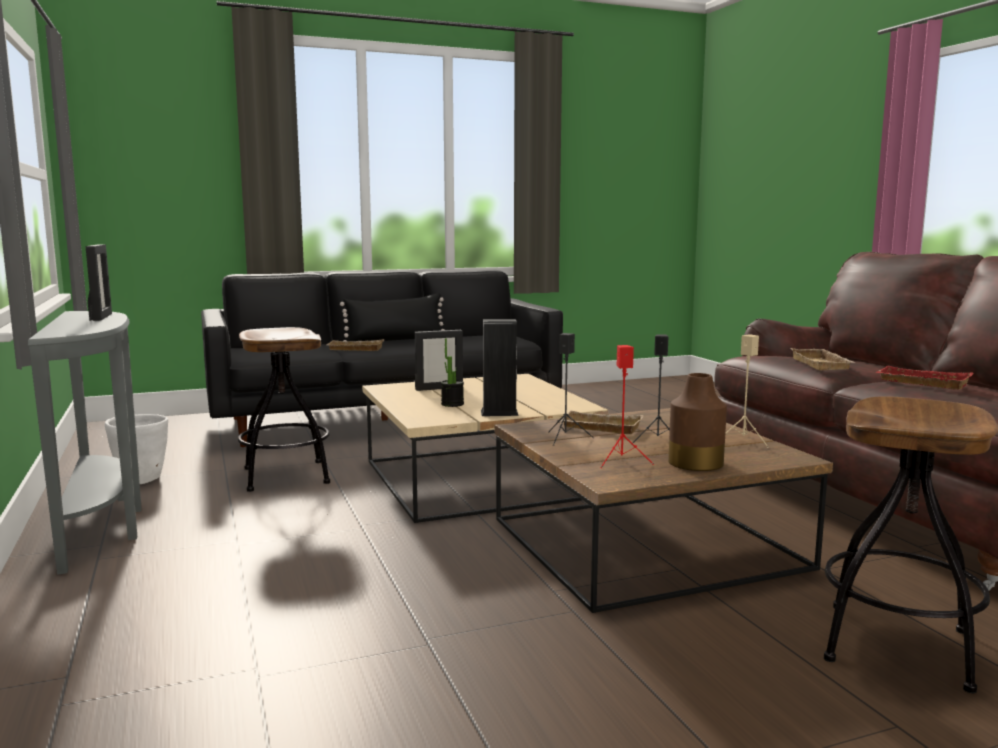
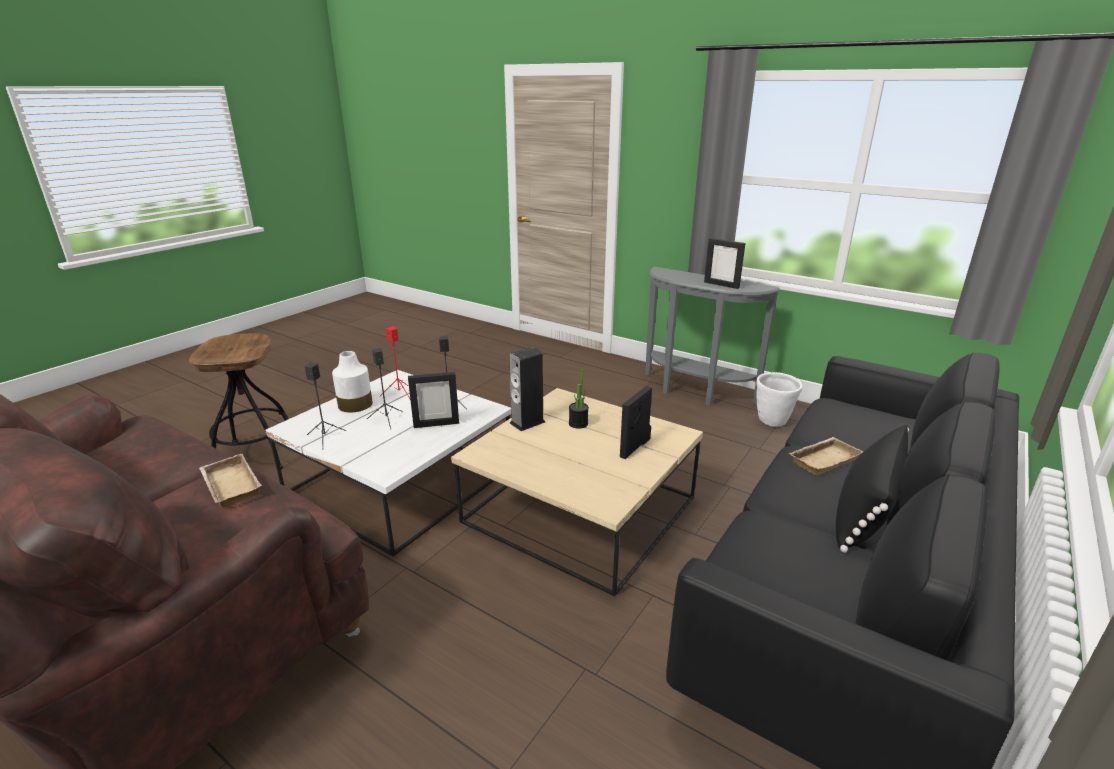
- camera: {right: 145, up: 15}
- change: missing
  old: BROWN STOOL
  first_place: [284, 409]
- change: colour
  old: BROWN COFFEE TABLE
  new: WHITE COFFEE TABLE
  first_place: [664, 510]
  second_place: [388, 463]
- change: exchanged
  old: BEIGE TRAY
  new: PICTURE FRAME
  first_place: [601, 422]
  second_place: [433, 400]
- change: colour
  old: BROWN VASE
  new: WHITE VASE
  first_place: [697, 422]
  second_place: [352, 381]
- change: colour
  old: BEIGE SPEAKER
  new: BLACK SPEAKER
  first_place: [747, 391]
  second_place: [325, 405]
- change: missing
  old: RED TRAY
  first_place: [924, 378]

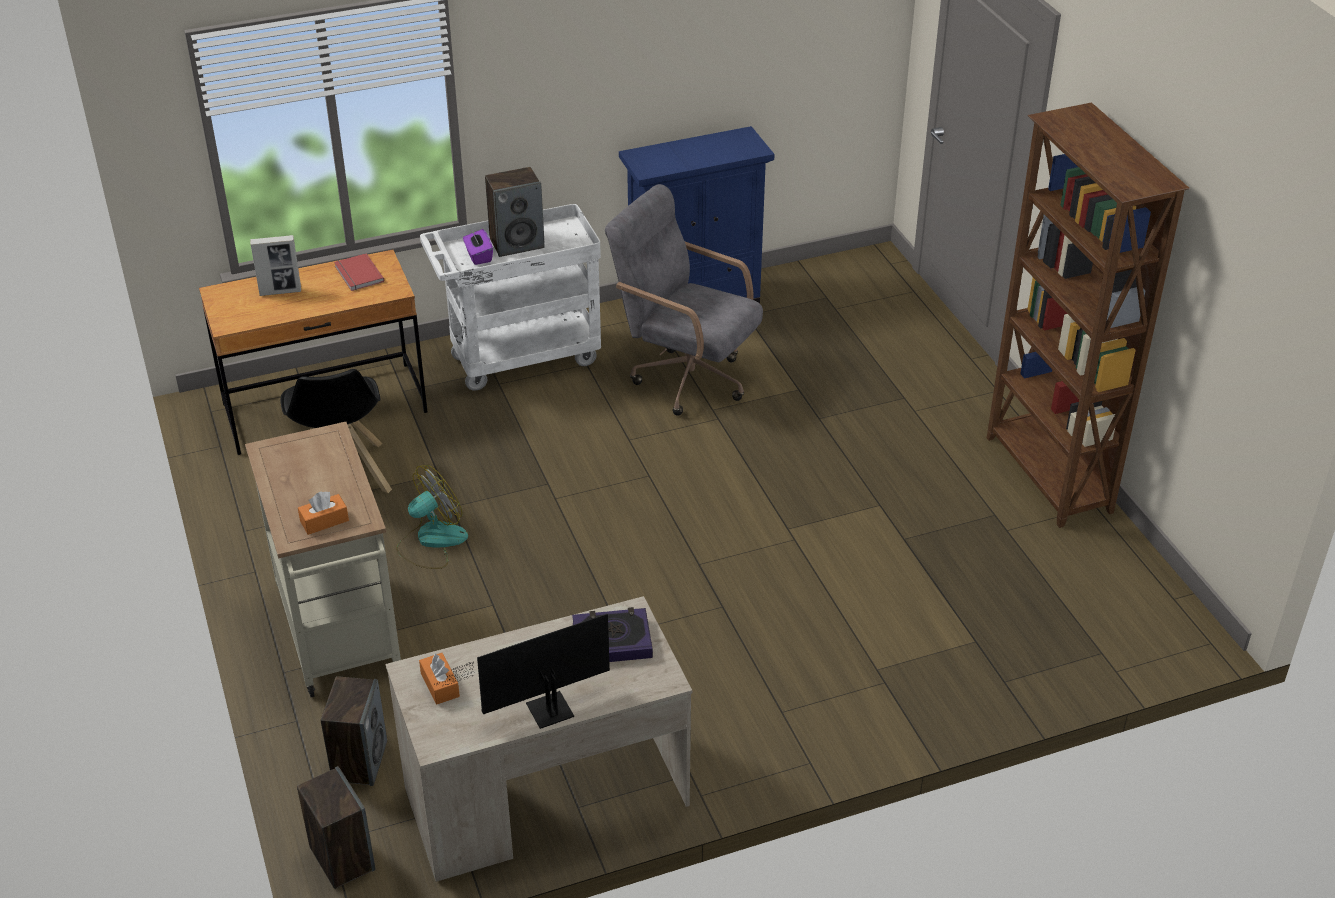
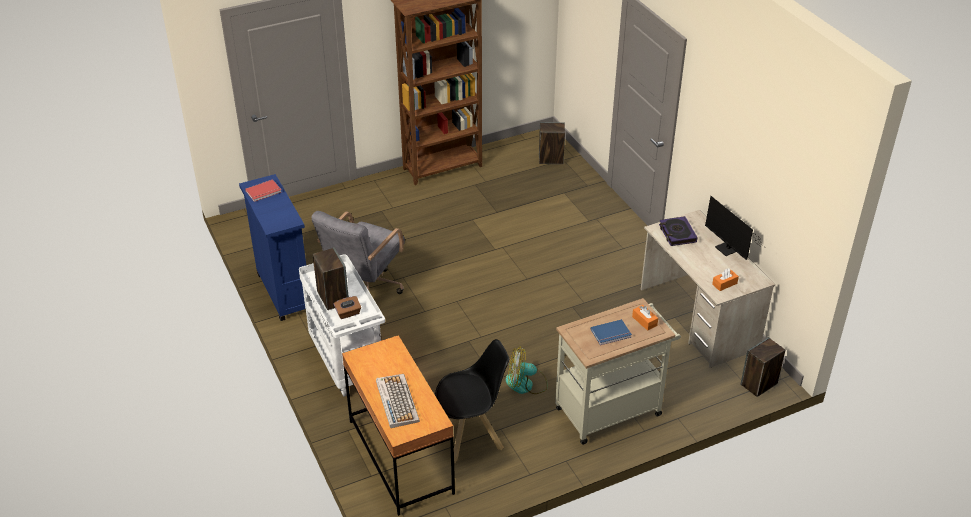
- camera: {right: -95, up: 0}
- change: exchanged
  old: PICTURE FRAME
  new: KEYBOARD
  first_place: [275, 265]
  second_place: [398, 401]
- change: relocated
  old: SPEAKER
  first_place: [354, 731]
  second_place: [552, 143]
- change: relocated
  old: RED BOOK
  first_place: [359, 272]
  second_place: [263, 190]
- change: spun
  old: FAN
  first_place: [432, 517]
  second_place: [527, 370]
  degrees: -45
- change: colour
  old: PURPLE TISSUE BOX
  new: BROWN TISSUE BOX
  first_place: [478, 247]
  second_place: [347, 307]
- change: appeared
  new: BLUE BOOK
  second_place: [611, 332]

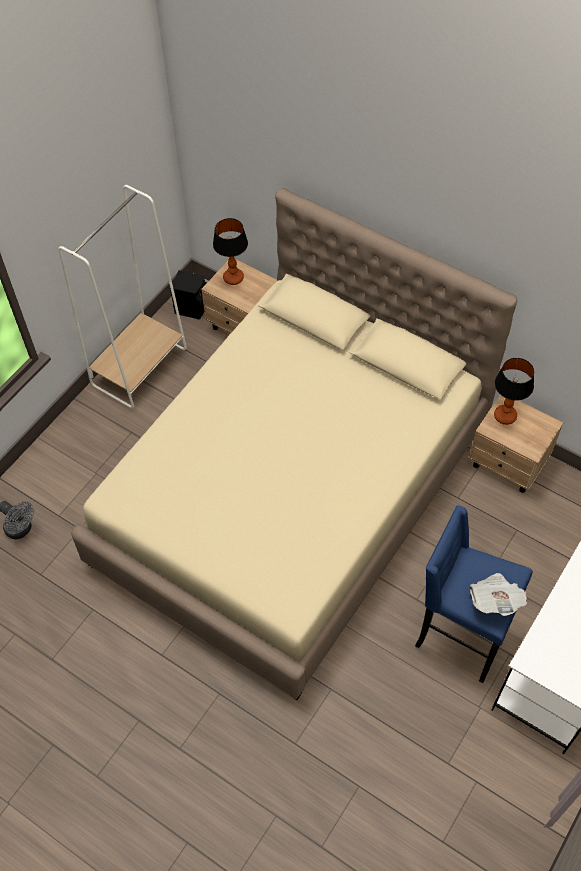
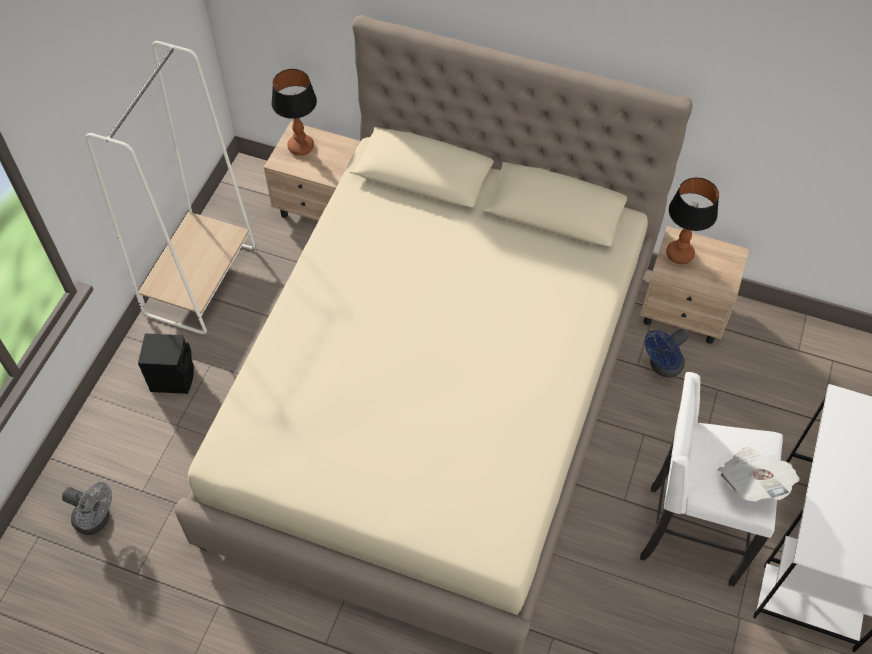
- camera: {right: -15, up: 0}
- change: relocated
  old: BLACK SPEAKER
  first_place: [188, 295]
  second_place: [166, 363]
- change: colour
  old: BLUE STOOL
  new: WHITE STOOL
  first_place: [474, 594]
  second_place: [711, 479]
- change: appeared
  new: BLUE FAN
  second_place: [667, 353]

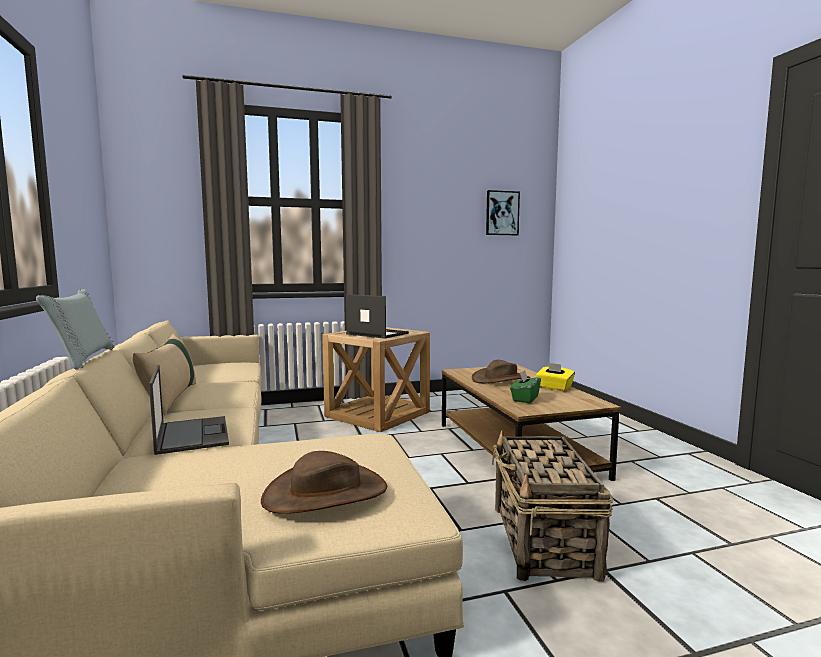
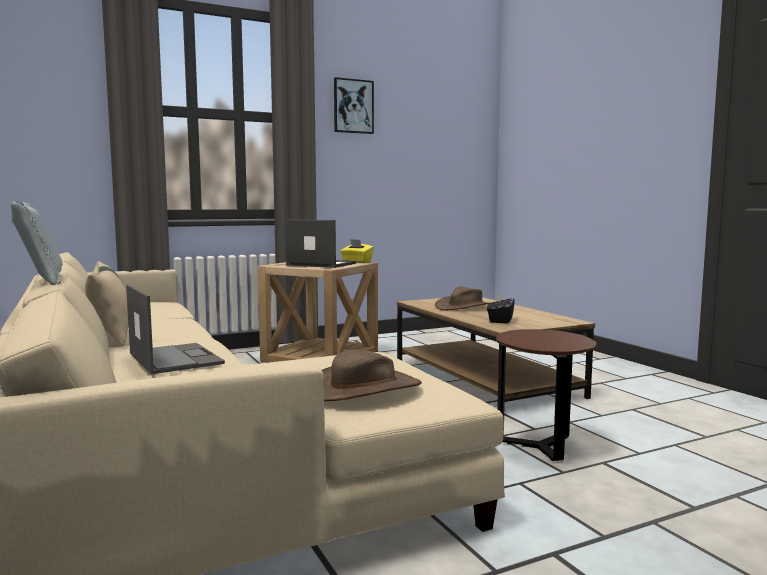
- camera: {right: -10, up: 0}
- change: relocated
  old: PICTURE
  first_place: [503, 212]
  second_place: [354, 105]
- change: exchanged
  old: BASKET
  new: BROWN SIDE TABLE
  first_place: [552, 505]
  second_place: [546, 395]
- change: colour
  old: GREEN TISSUE BOX
  new: BLACK TISSUE BOX
  first_place: [525, 386]
  second_place: [501, 307]
- change: relocated
  old: YELLOW TISSUE BOX
  first_place: [555, 376]
  second_place: [357, 251]

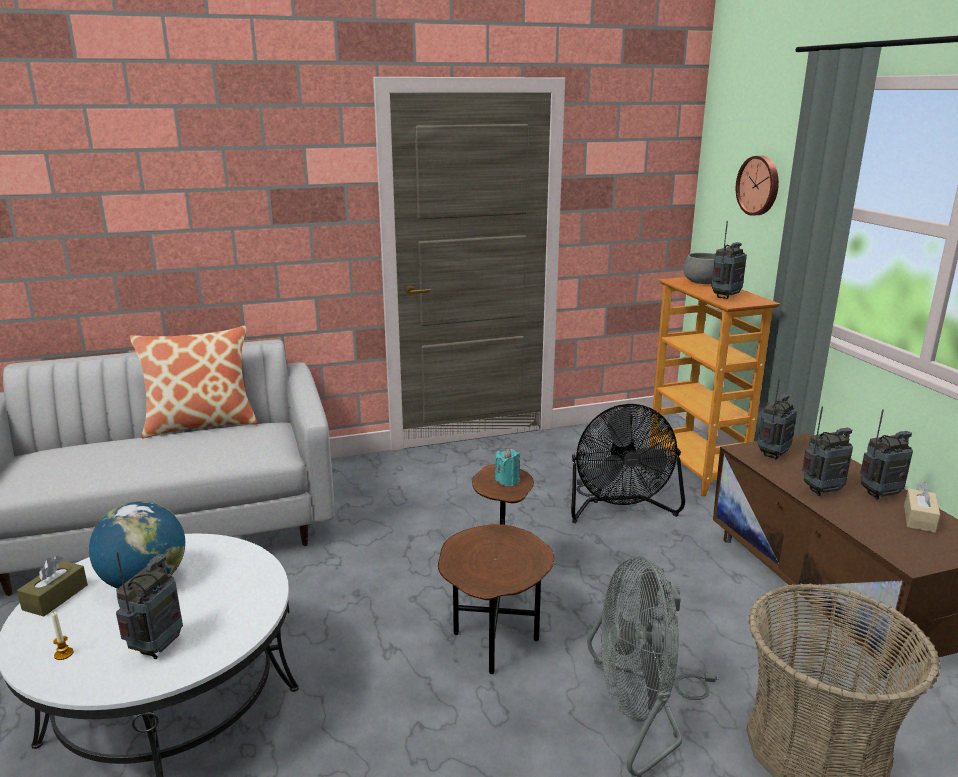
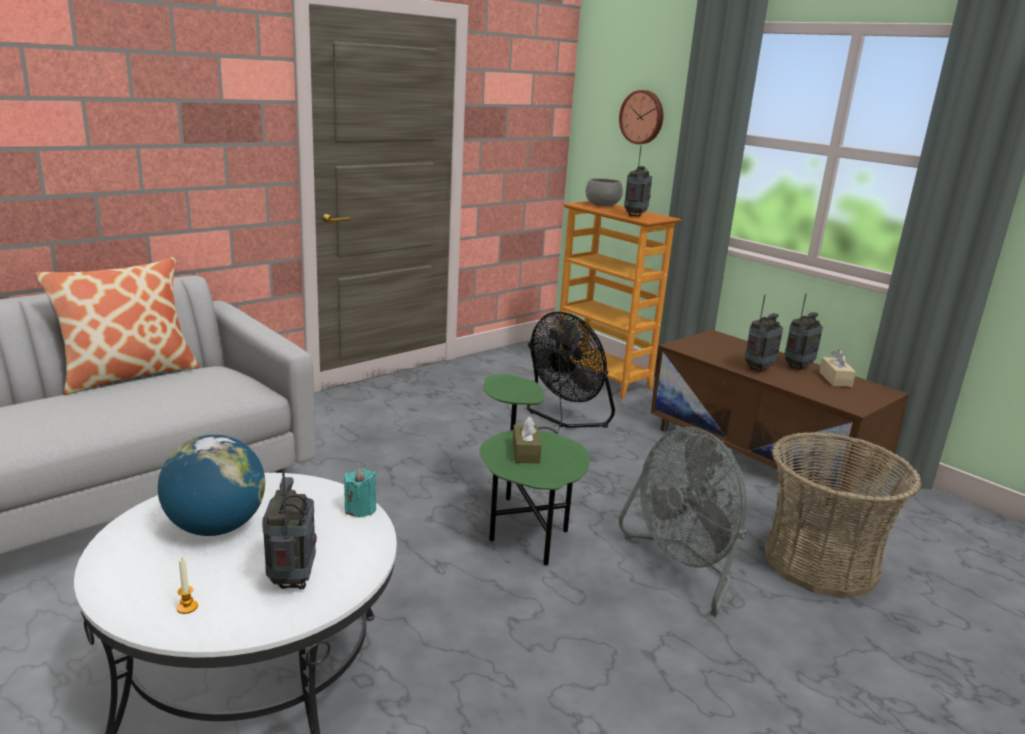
- camera: {right: -25, up: 0}
- change: relocated
  old: BROWN TISSUE BOX
  first_place: [52, 586]
  second_place: [527, 439]
- change: colour
  old: BROWN SIDE TABLE
  new: GREEN SIDE TABLE
  first_place: [496, 569]
  second_place: [534, 470]
- change: relocated
  old: TURQUOISE CANDLE
  first_place: [507, 467]
  second_place: [360, 492]
- change: spun
  old: BLACK FAN
  first_place: [628, 463]
  second_place: [571, 373]
  degrees: -105
- change: missing
  old: RADIO
  first_place: [777, 419]

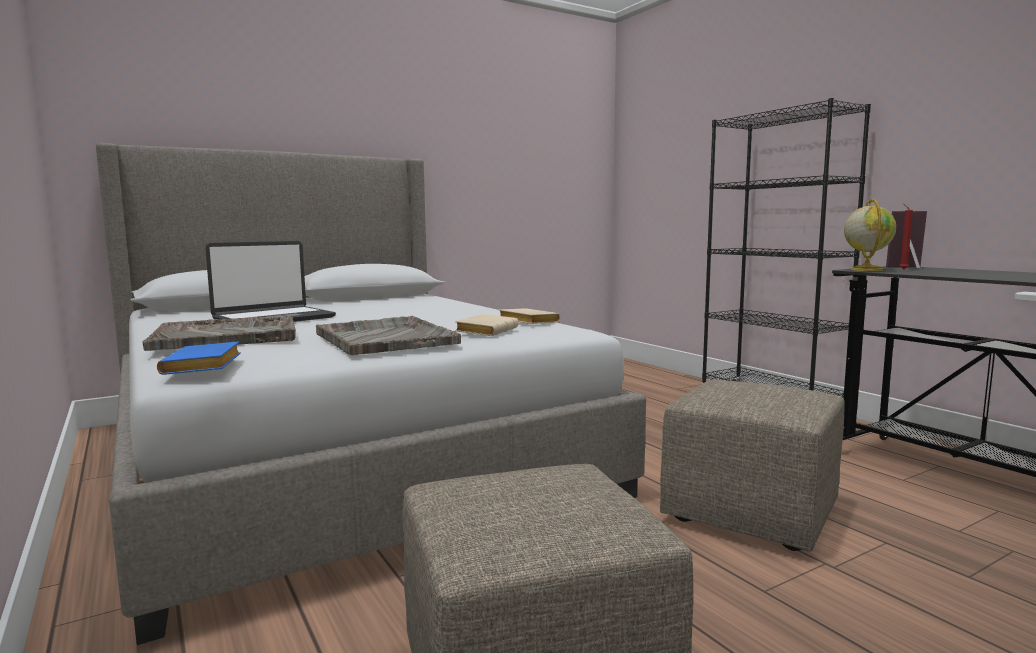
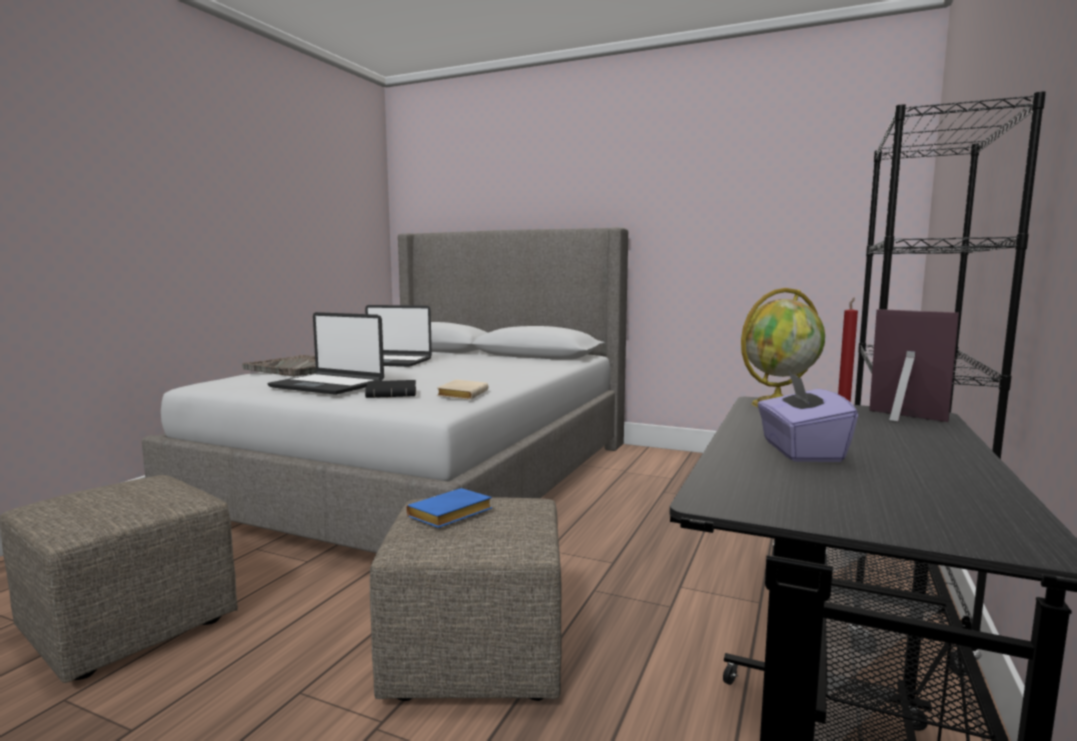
- camera: {right: 55, up: 0}
- change: relocated
  old: BLUE BOOK
  first_place: [199, 358]
  second_place: [449, 508]
- change: exchanged
  old: GREY TRAY
  new: LAPTOP
  first_place: [388, 335]
  second_place: [325, 353]
- change: colour
  old: BEIGE BOOK
  new: BLACK BOOK
  first_place: [487, 325]
  second_place: [390, 389]
- change: appeared
  new: PURPLE TISSUE BOX
  second_place: [808, 417]

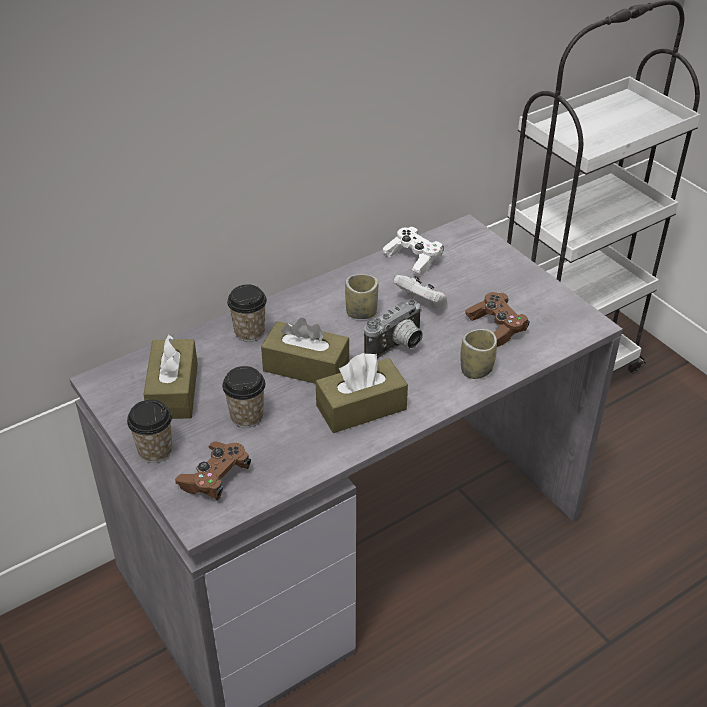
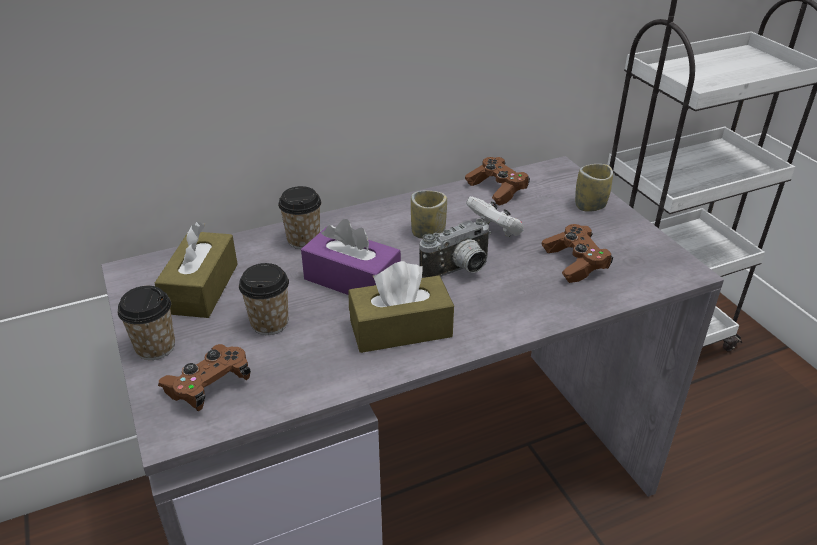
- camera: {right: 10, up: -5}
- change: colour
  old: BROWN TISSUE BOX
  new: PURPLE TISSUE BOX
  first_place: [305, 351]
  second_place: [351, 257]
- change: colour
  old: WHITE GAME CONTROLLER
  new: BROWN GAME CONTROLLER
  first_place: [413, 251]
  second_place: [497, 181]
- change: relocated
  old: CUP
  first_place: [479, 354]
  second_place: [594, 188]

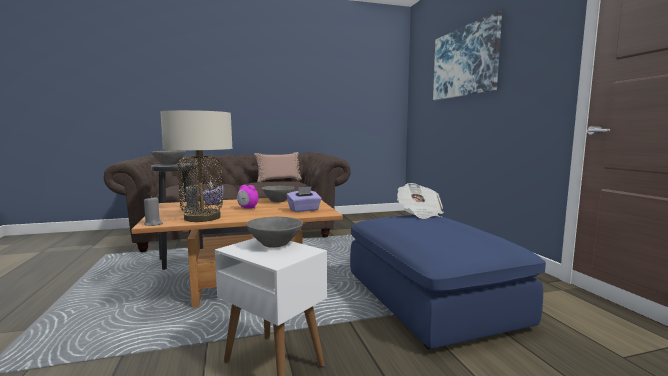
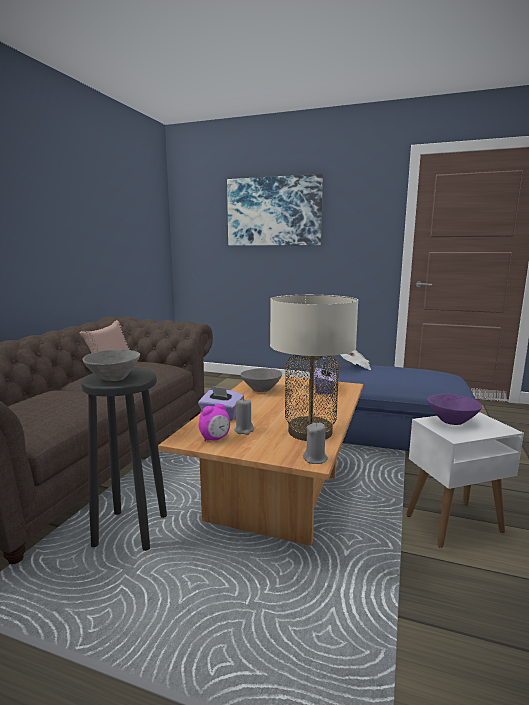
- camera: {right: -55, up: 5}
- change: relocated
  old: ALARM CLOCK
  first_place: [247, 197]
  second_place: [214, 422]
- change: colour
  old: GREY BOWL
  new: PURPLE BOWL
  first_place: [274, 232]
  second_place: [455, 409]

